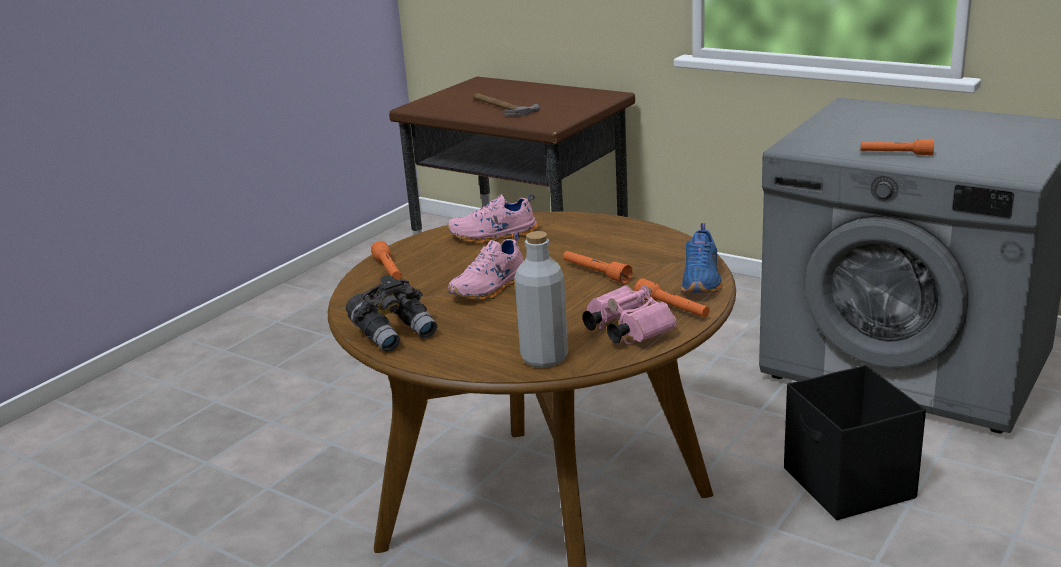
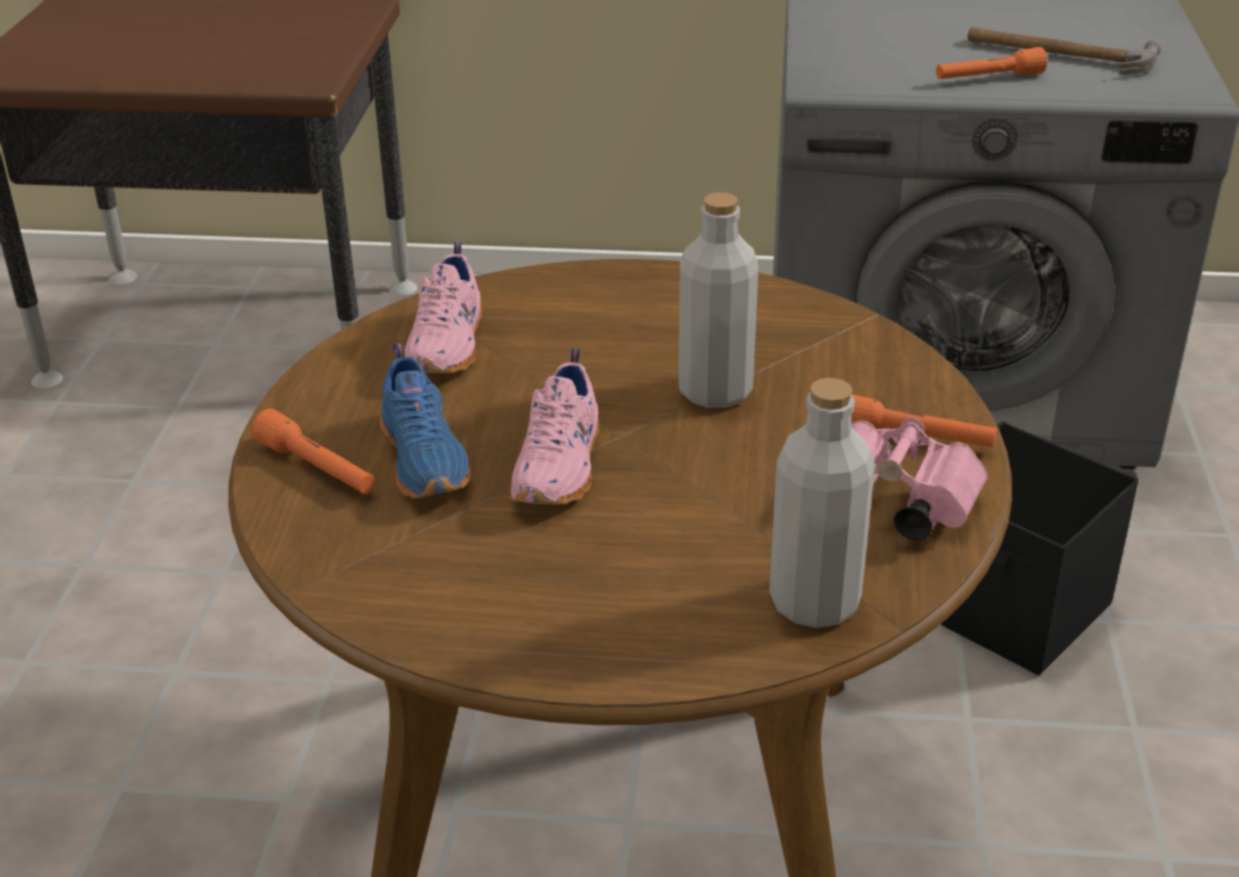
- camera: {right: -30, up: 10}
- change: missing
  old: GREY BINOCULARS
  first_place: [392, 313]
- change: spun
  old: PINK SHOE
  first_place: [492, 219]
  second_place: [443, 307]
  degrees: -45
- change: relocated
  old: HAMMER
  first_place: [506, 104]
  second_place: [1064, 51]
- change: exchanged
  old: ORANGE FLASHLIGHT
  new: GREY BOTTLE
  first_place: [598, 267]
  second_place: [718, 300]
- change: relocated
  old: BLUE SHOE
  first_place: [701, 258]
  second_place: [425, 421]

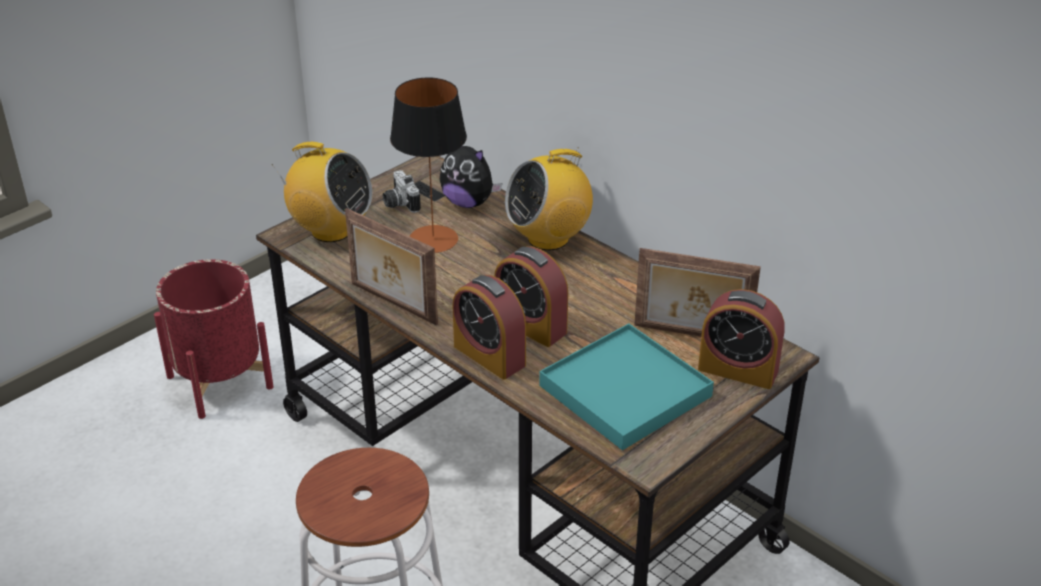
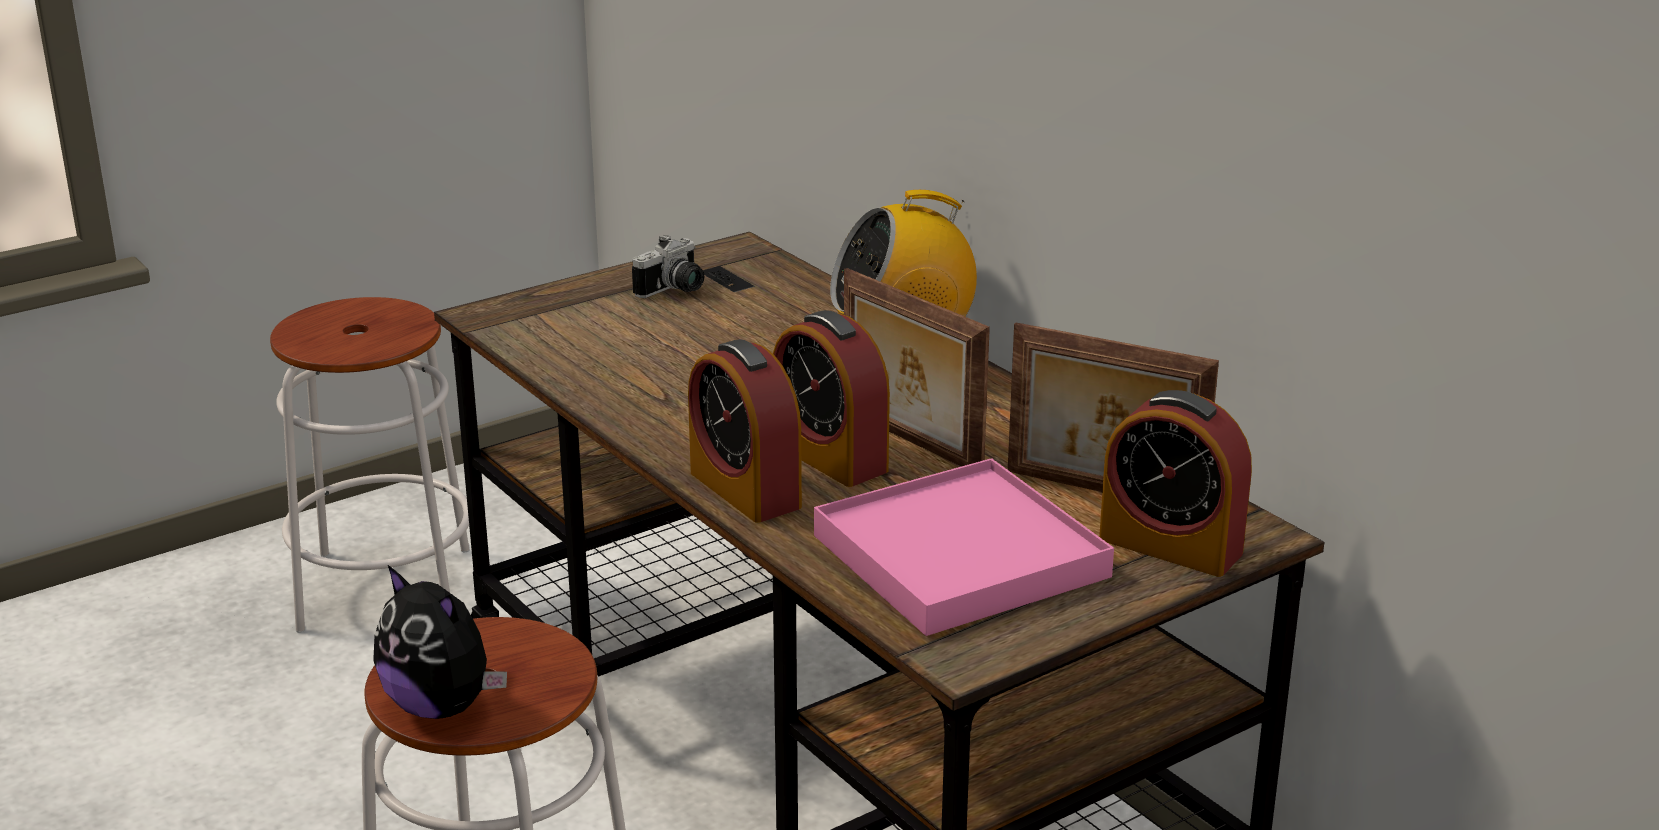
- camera: {right: 10, up: -10}
- change: exchanged
  old: RED PLANTER
  new: WHITE STOOL
  first_place: [214, 339]
  second_place: [370, 465]
- change: missing
  old: RADIO
  first_place: [322, 192]
- change: relocated
  old: PICTURE FRAME
  first_place: [391, 266]
  second_place: [917, 367]
- change: spun
  old: PHOTO CAMERA
  first_place: [402, 191]
  second_place: [668, 266]
  degrees: -120
- change: missing
  old: TABLE LAMP
  first_place: [428, 165]
- change: relocated
  old: PLUSH TOY
  first_place: [471, 177]
  second_place: [440, 642]
- change: colour
  old: TURQUOISE TRAY
  new: PINK TRAY
  first_place: [626, 386]
  second_place: [964, 547]

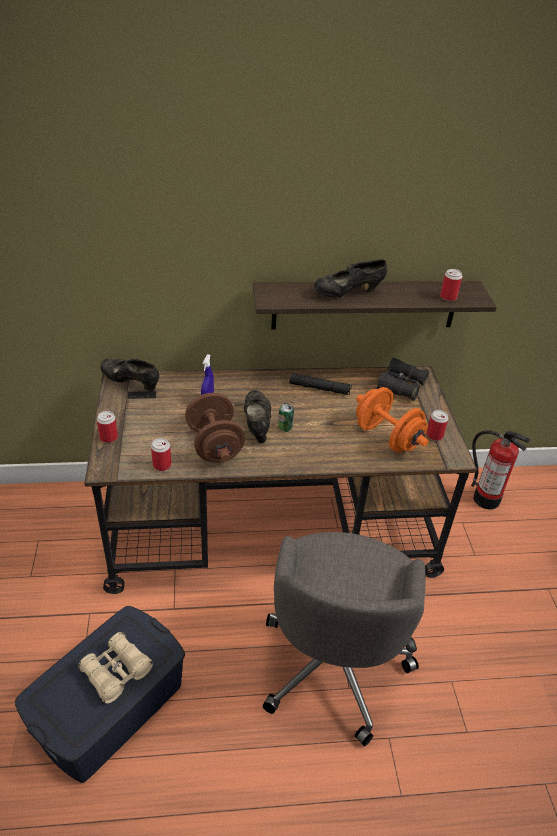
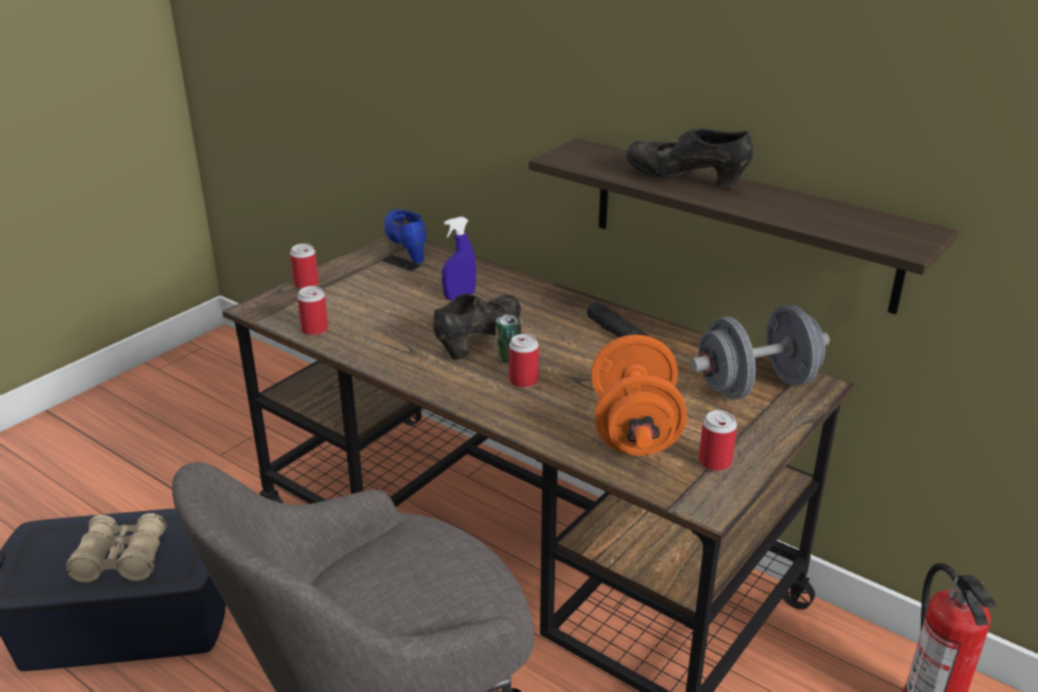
- camera: {right: 45, up: -10}
- change: colour
  old: BLACK SHOE
  new: BLUE SHOE
  first_place: [130, 374]
  second_place: [405, 236]
- change: missing
  old: BROWN DUMBBELL
  first_place: [215, 428]
- change: exchanged
  old: BLACK BINOCULARS
  new: GREY DUMBBELL
  first_place: [403, 379]
  second_place: [760, 352]
- change: relocated
  old: CAN
  first_place: [451, 285]
  second_place: [524, 361]

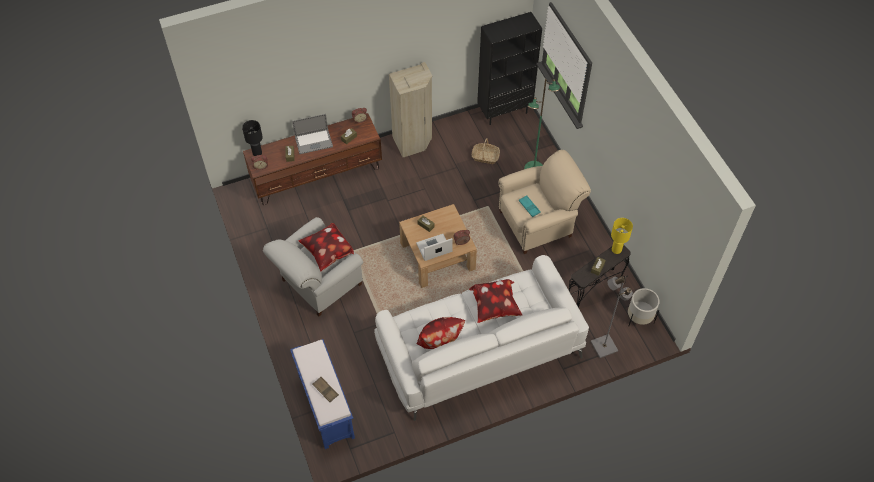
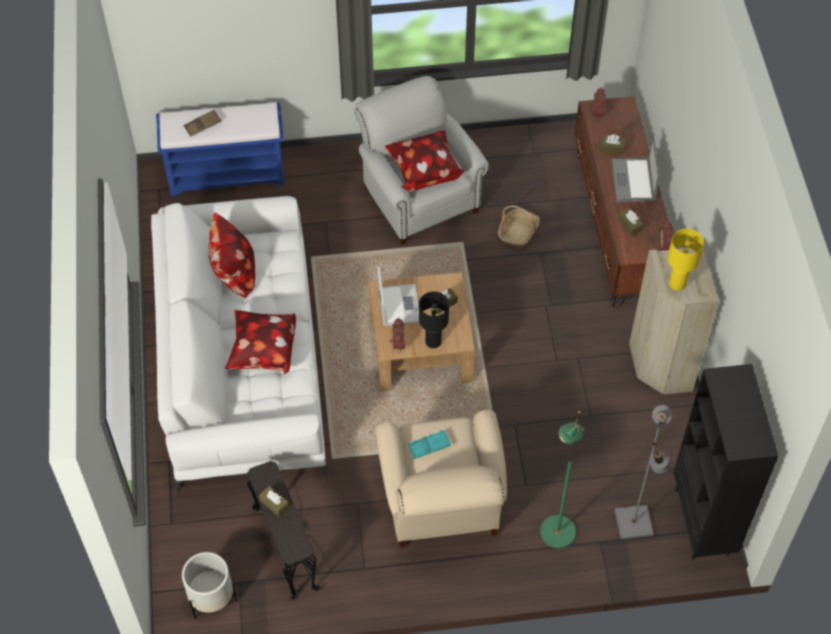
- camera: {right: 105, up: 0}
- change: relocated
  old: BLACK TABLE LAMP
  first_place: [252, 138]
  second_place: [434, 320]
- change: relocated
  old: BASKET
  first_place: [486, 151]
  second_place: [519, 227]
- change: relocated
  old: GREY FLOOR LAMP
  first_place: [612, 316]
  second_place: [643, 471]
- change: relocated
  old: YELLOW TABLE LAMP
  first_place: [622, 236]
  second_place: [686, 260]

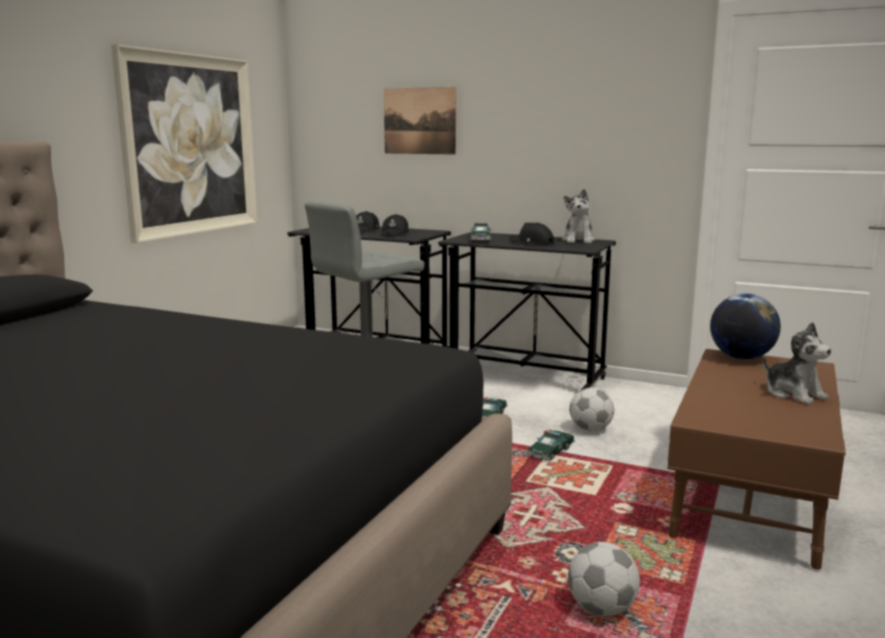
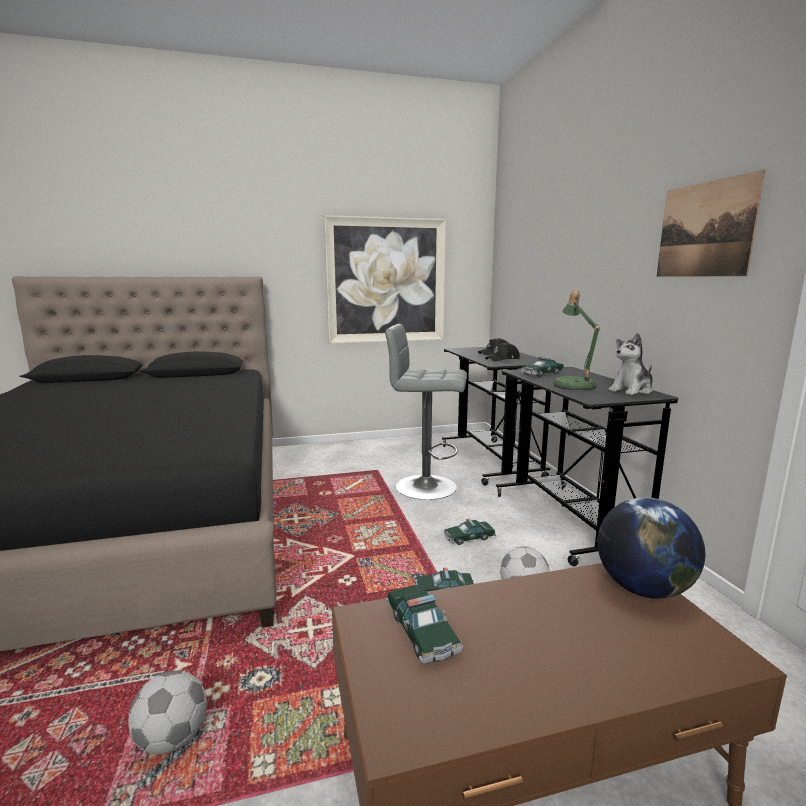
- camera: {right: 50, up: 0}
- change: relocated
  old: PICTURE
  first_place: [420, 121]
  second_place: [711, 223]
- change: exchanged
  old: BLACK CAP
  new: TABLE LAMP
  first_place: [532, 233]
  second_place: [576, 340]
- change: missing
  old: PLUSH TOY
  first_place: [797, 363]
- change: appeared
  new: TOY CAR
  second_place: [424, 624]

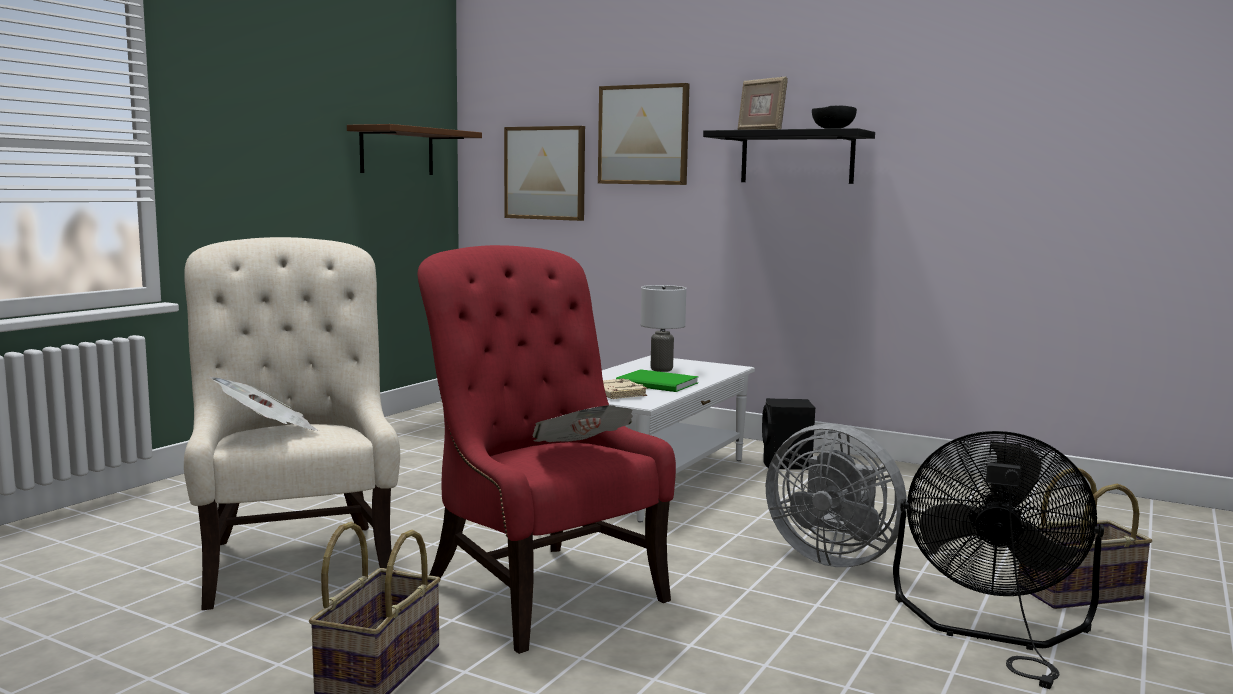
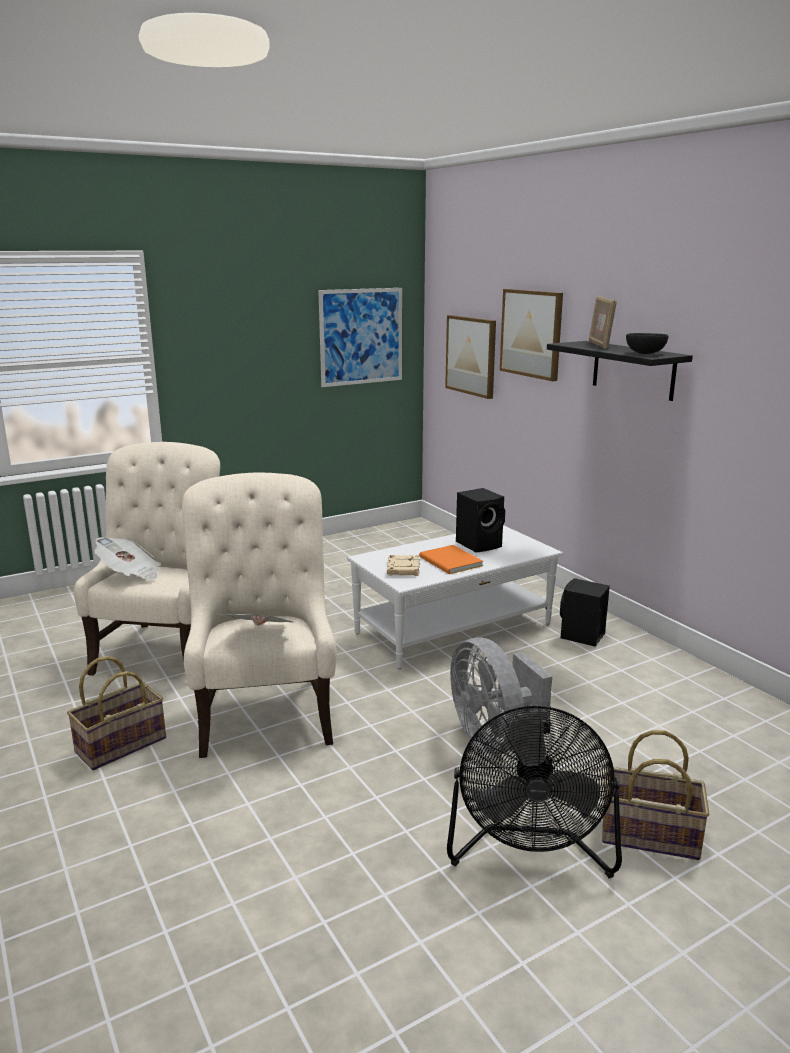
- camera: {right: 30, up: 10}
- change: exchanged
  old: BROWN SHELF
  new: PICTURE
  first_place: [414, 149]
  second_place: [360, 337]
- change: colour
  old: RED ARMCHAIR
  new: BEIGE ARMCHAIR
  first_place: [547, 449]
  second_place: [259, 615]
- change: colour
  old: GREEN BOOK
  new: ORANGE BOOK
  first_place: [657, 380]
  second_place: [451, 559]
- change: exchanged
  old: WHITE TABLE LAMP
  new: BLACK SPEAKER
  first_place: [663, 328]
  second_place: [480, 520]
- change: spun
  old: BLACK FAN
  first_place: [998, 560]
  second_place: [534, 791]
  degrees: 135

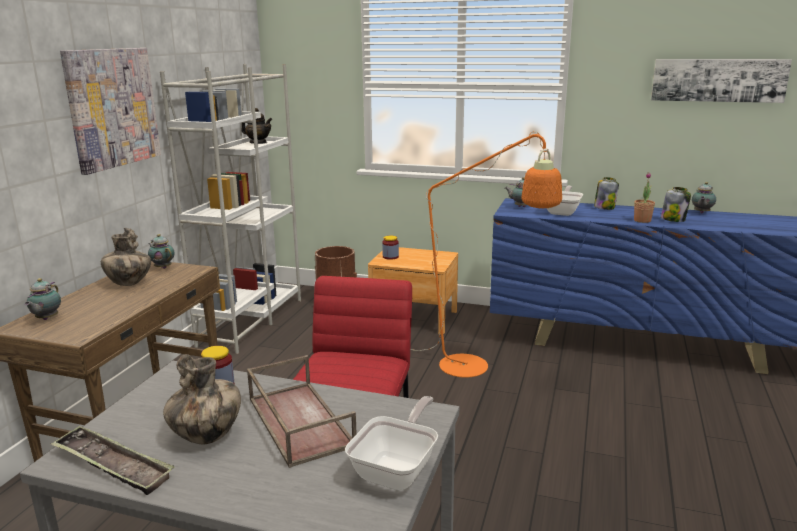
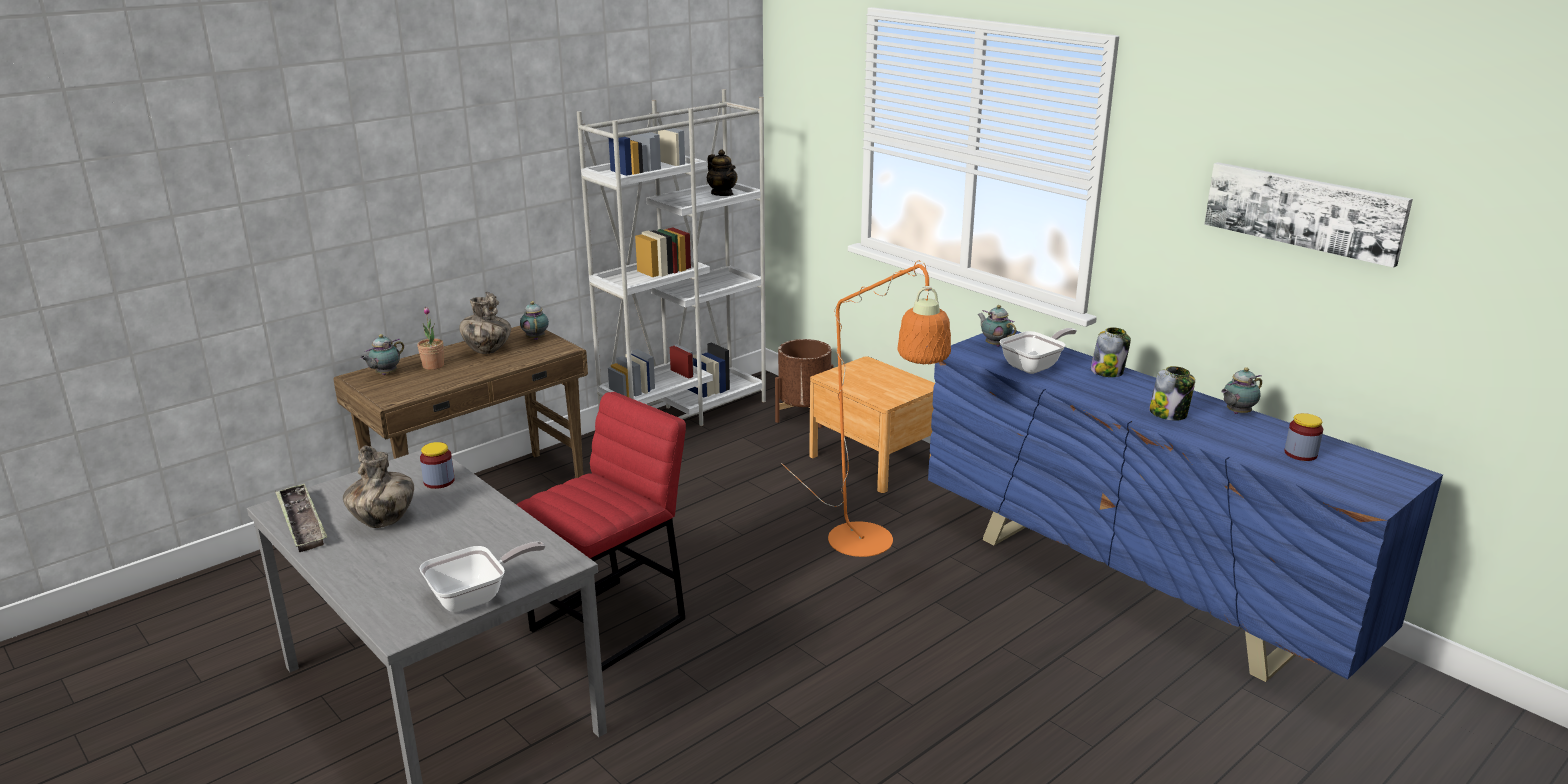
- camera: {right: 30, up: 5}
- change: missing
  old: PICTURE
  first_place: [110, 111]
- change: missing
  old: BROWN TRAY
  first_place: [302, 411]
- change: relocated
  old: JAR
  first_place: [390, 247]
  second_place: [1303, 437]
- change: relocated
  old: POTTED PLANT
  first_place: [644, 197]
  second_place: [430, 338]

